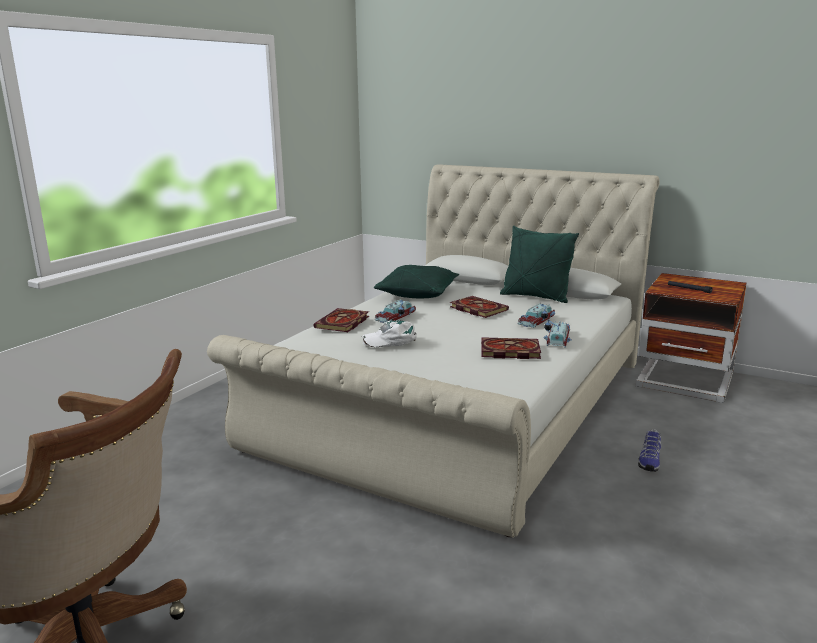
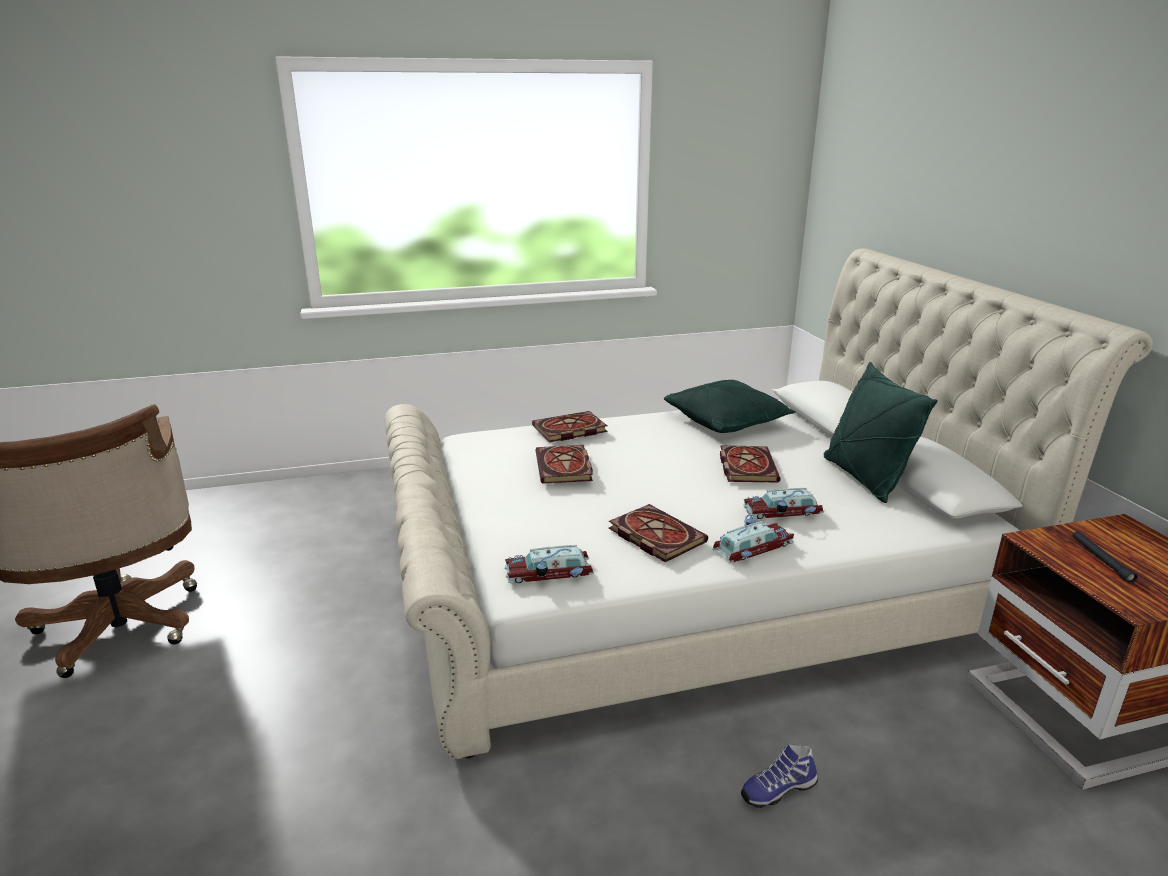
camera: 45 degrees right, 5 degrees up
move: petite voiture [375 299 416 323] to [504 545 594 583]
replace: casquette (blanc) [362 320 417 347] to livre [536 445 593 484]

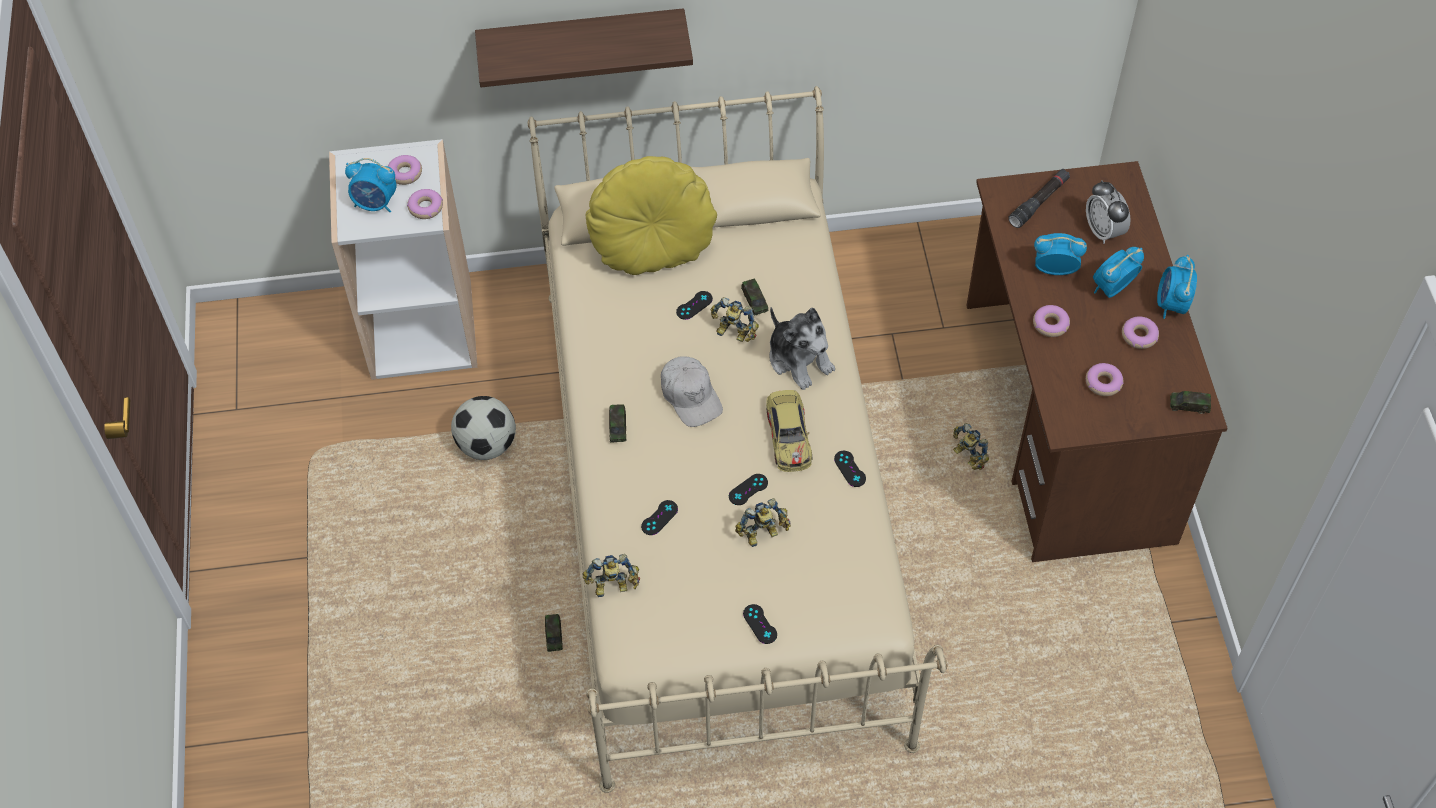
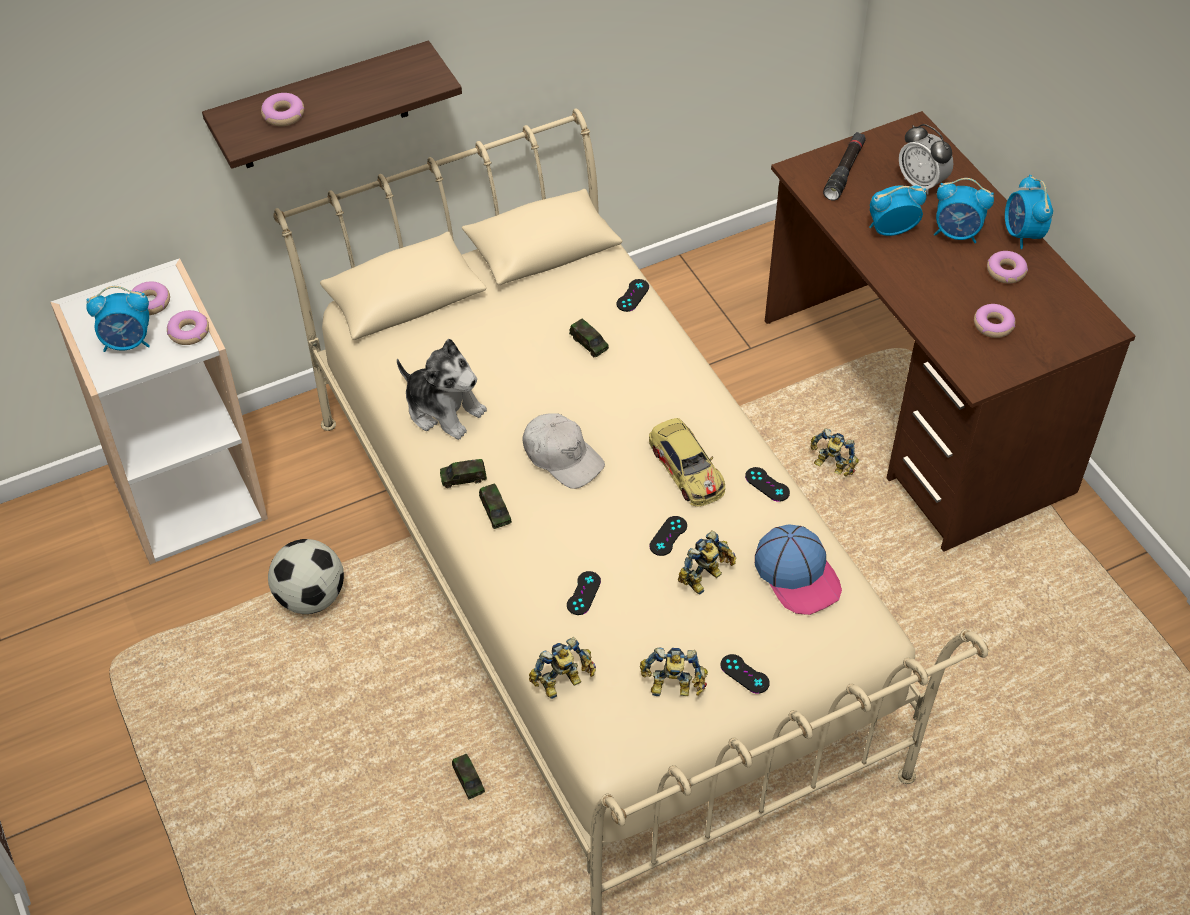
camera: 20 degrees left, 5 degrees down
delete: coussin (jaune) [586 156 717 275]
insert: casquette [755 524 842 615]
move: beignet [1033 305 1070 337] to [261 93 304 126]; peluche [769 307 835 390] to [397 339 487 440]; petite voiture [1170 391 1211 414] to [440 459 487 488]; manette (noir) [676 291 713 320] to [617 279 649 312]; robot jouet [711 297 759 342] to [640 648 708 696]
rotate: réveil [1093 247 1144 298] = [934 178 994 244] 105 degrees counterclockwise

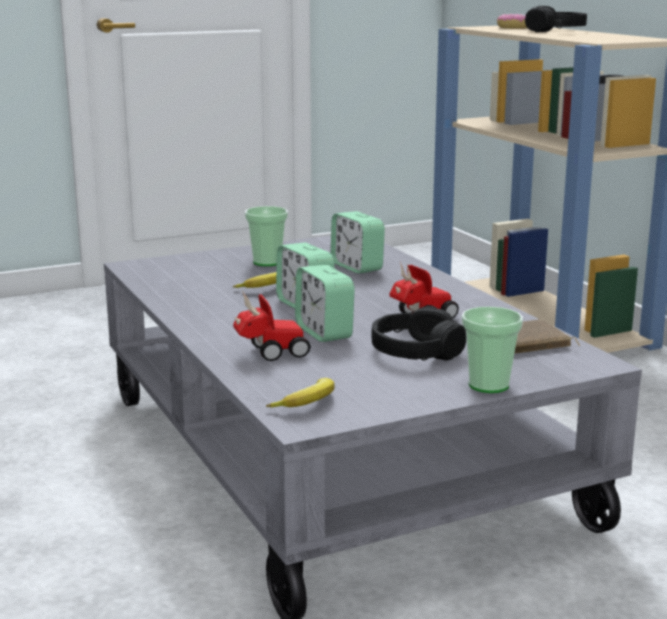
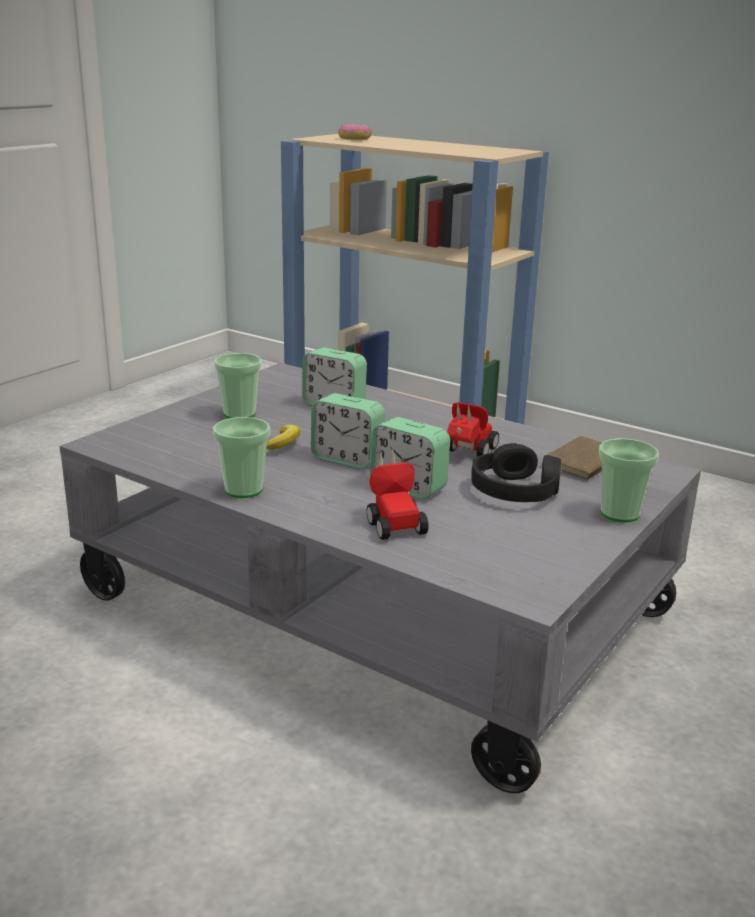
camera: 30 degrees left, 5 degrees up
delete: banane [266 378 335 407]; casque audio (noir) [525 6 587 32]
insert: tasse [213 417 270 498]
rotate: petite voiture [233 290 311 361] = [367 447 429 540] 120 degrees clockwise

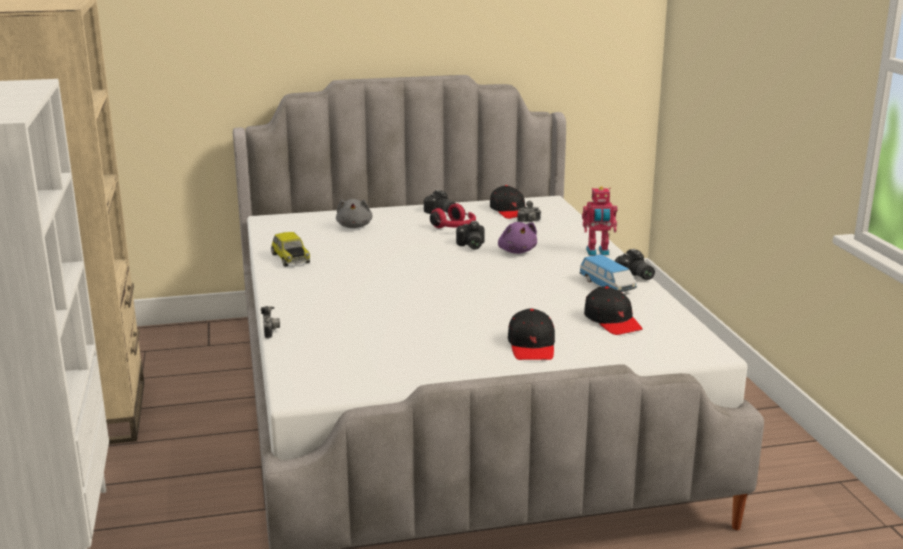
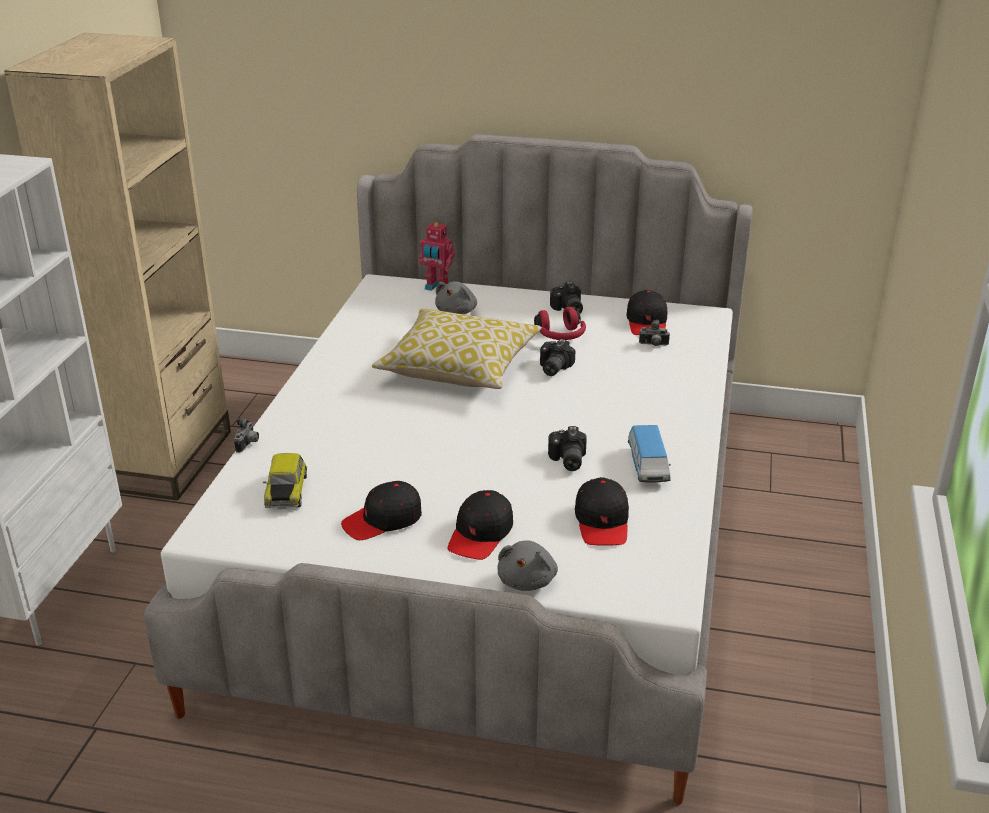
camera: 25 degrees right, 10 degrees up
delete: peluche (violet) [498 222 537 254]
insert: casquette (noir) [341 481 422 540]; coussin [372 308 542 389]; peluche (gris) [497 540 558 591]
move: petite voiture [271 232 310 267] to [263 453 307 509]; robot jouet [582 186 617 255] to [418 222 455 291]; appareil photo [615 249 655 280] to [548 426 587 471]

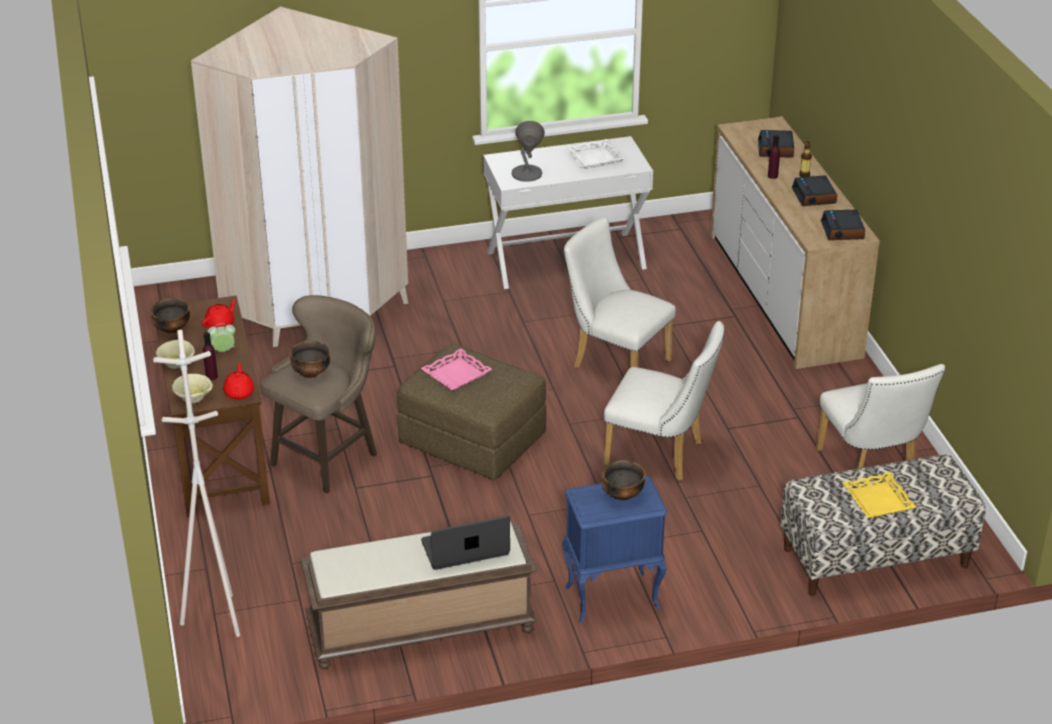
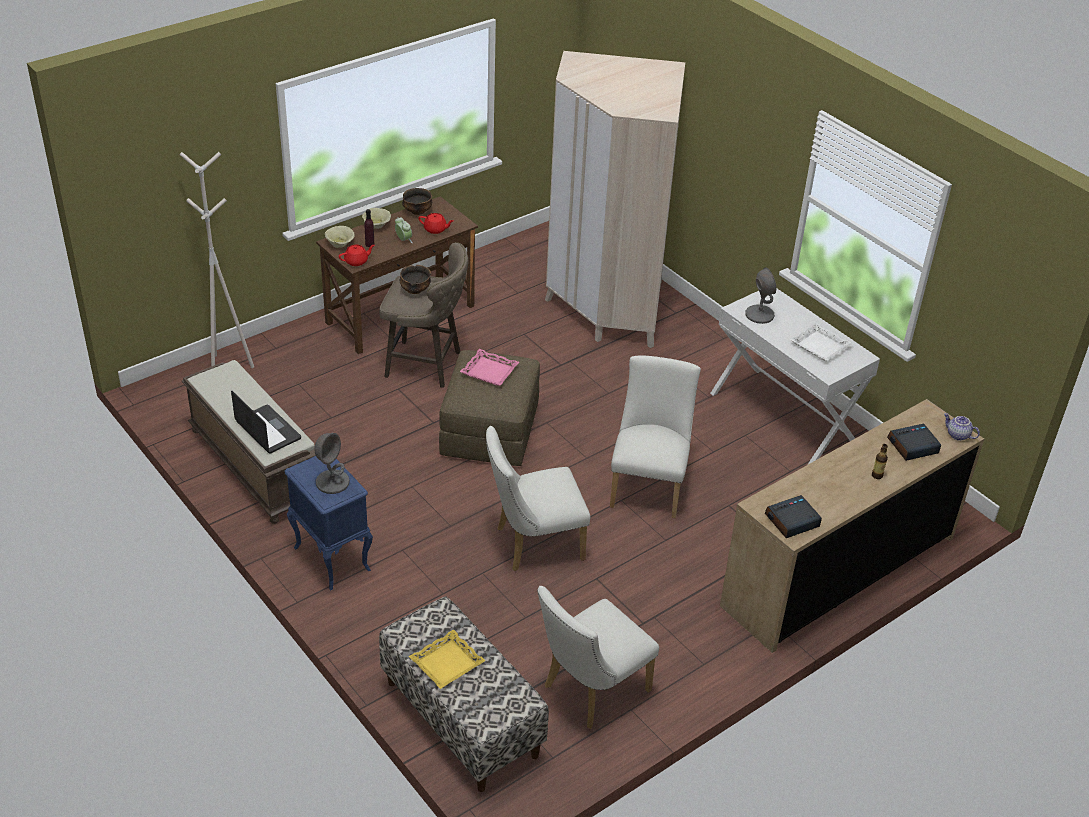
camera: 65 degrees right, 5 degrees up
delete: bouteille (violet) [768 135 780 179]; réveil [792 175 837 206]
insert: théière [944 413 980 441]
replace: bol [602 460 646 501] to lampe de table (gris) [314 433 350 494]
rotate: chaise (blanc) [604 321 724 481] = [486 426 591 571] 75 degrees clockwise

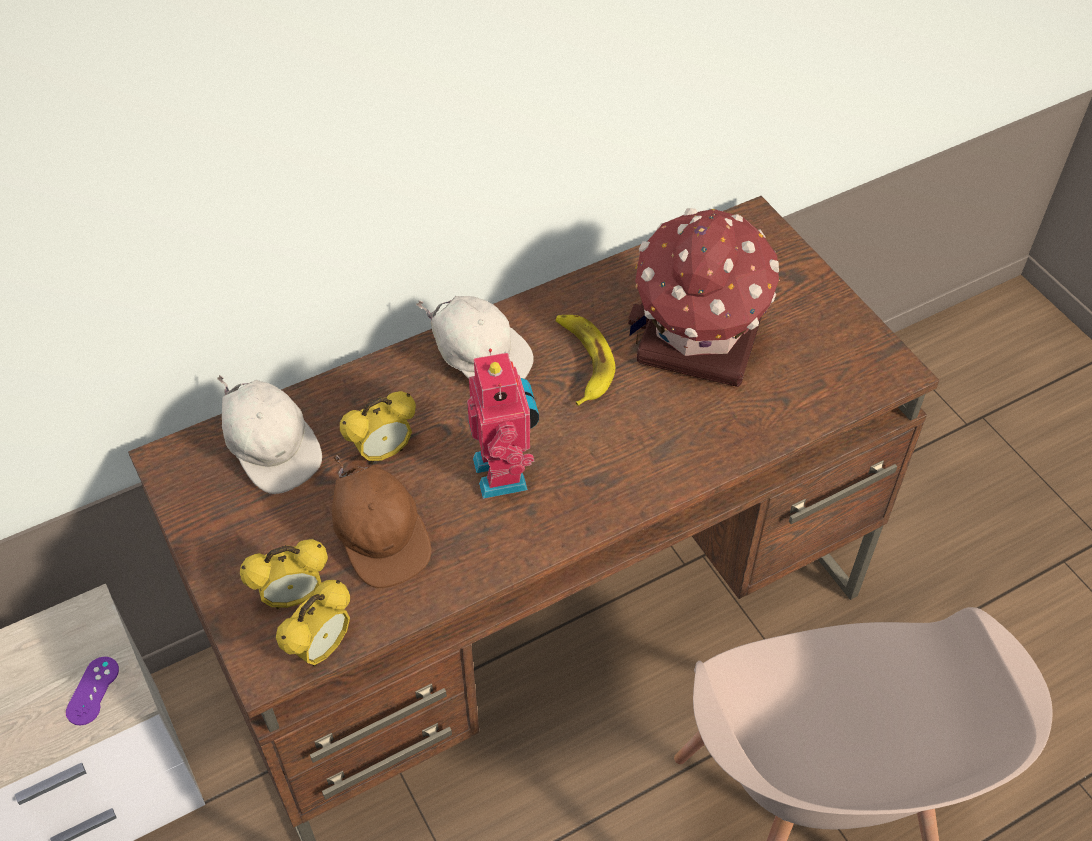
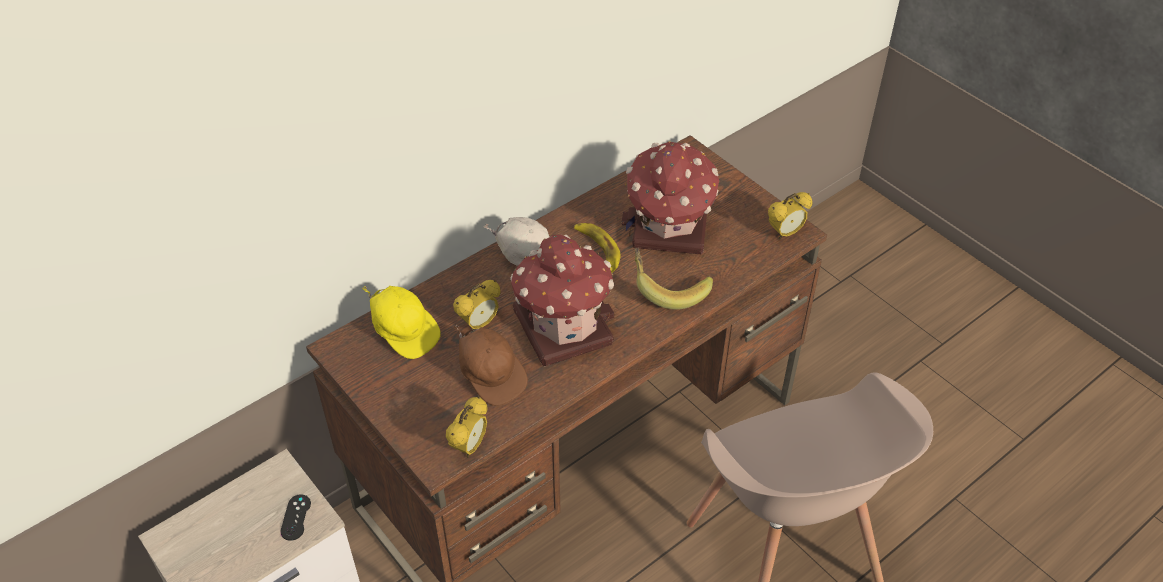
camera: 10 degrees left, 5 degrees down
insert: banane [635 248 713 309]
move: réveil [240 539 328 609] to [768 192 812 240]
replace: robot jouet [467 349 539 499] to maison miniature [510 235 614 367]
recolor: manette (violet) [66 657 119 725] to manette (noir) [280 494 311 541]; casquette (blanc) [217 375 322 494] to casquette (jaune) [362 286 441 359]

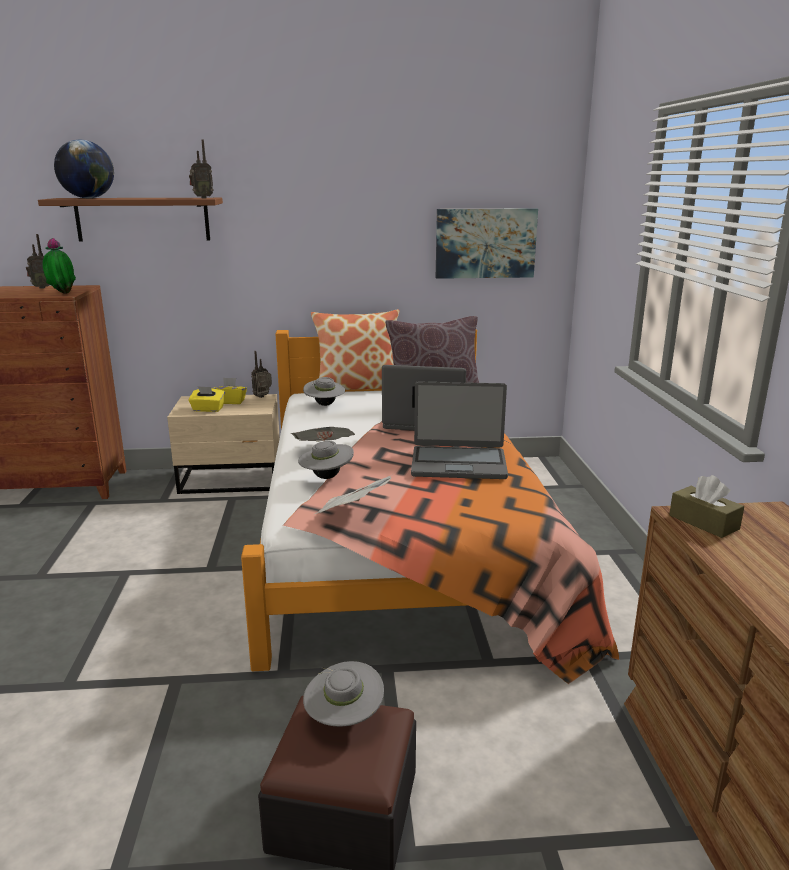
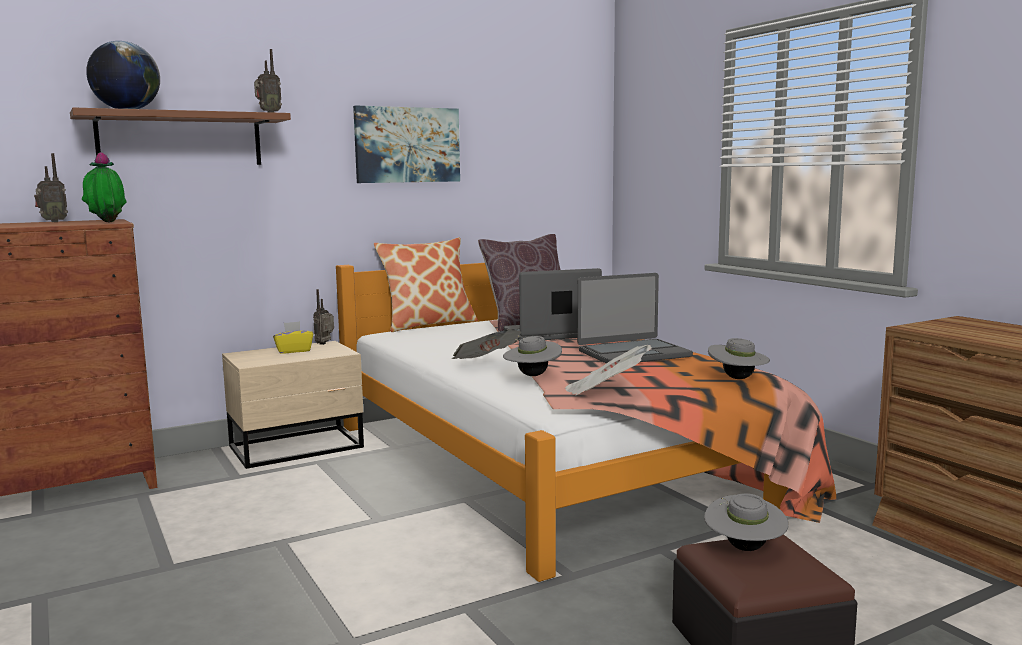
camera: 25 degrees left, 10 degrees down
delete: boîte à mouchoirs (jaune) [188 386 225 412]; boîte à mouchoirs (marron) [669 475 744 538]
move: tableau [436 208 538 279] to [353 106 460 183]; chapeau (gris) [303 377 345 406] to [708 338 770 379]

